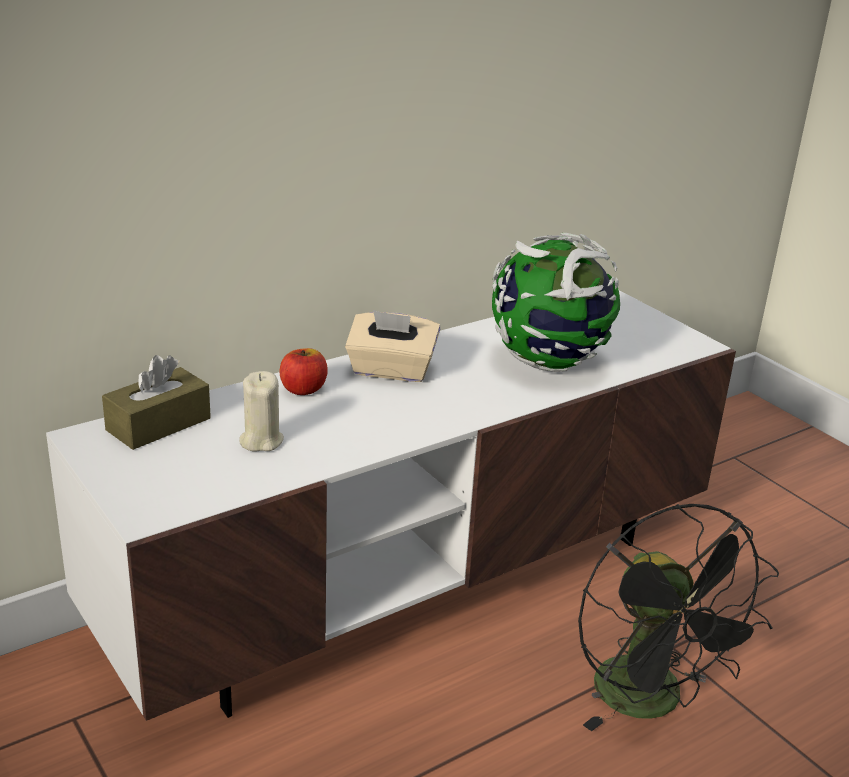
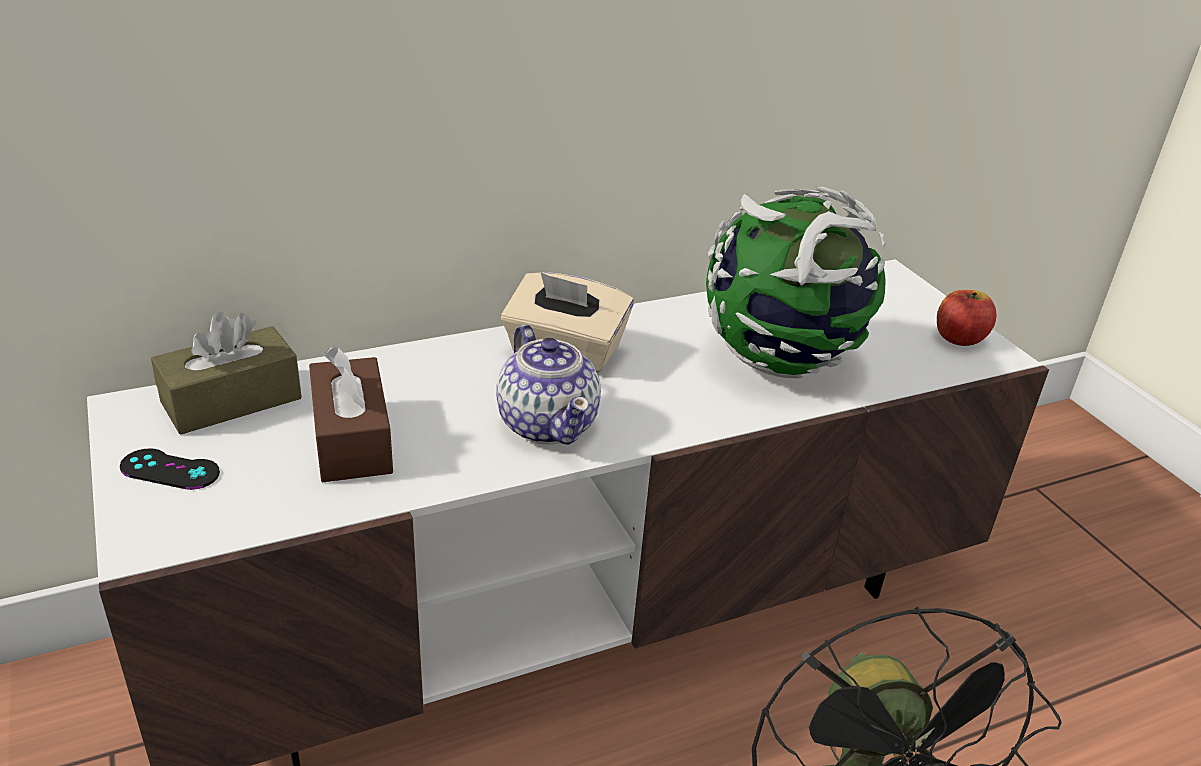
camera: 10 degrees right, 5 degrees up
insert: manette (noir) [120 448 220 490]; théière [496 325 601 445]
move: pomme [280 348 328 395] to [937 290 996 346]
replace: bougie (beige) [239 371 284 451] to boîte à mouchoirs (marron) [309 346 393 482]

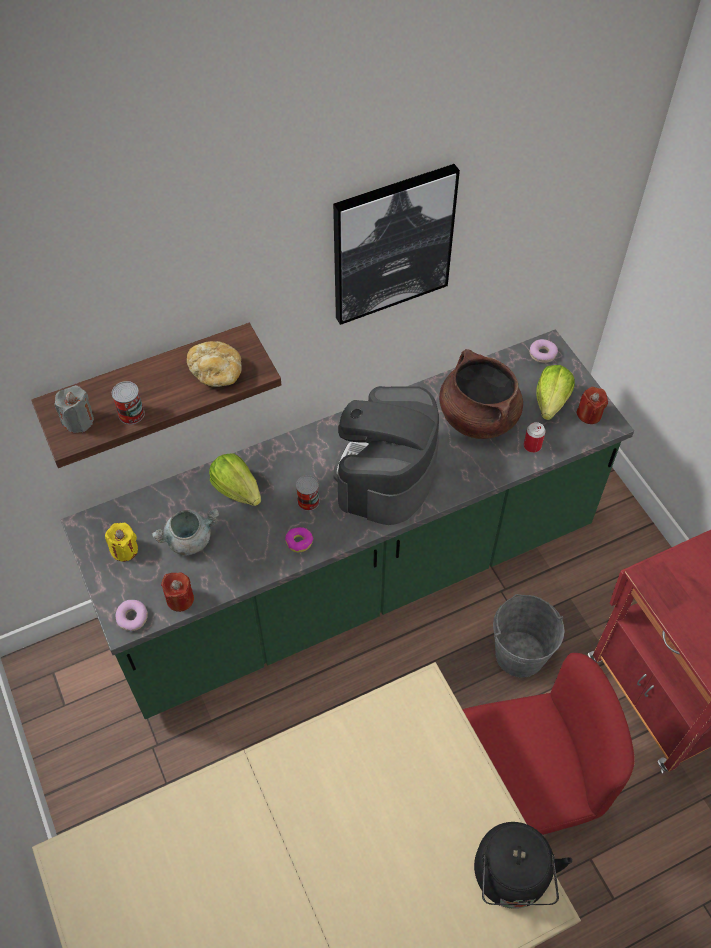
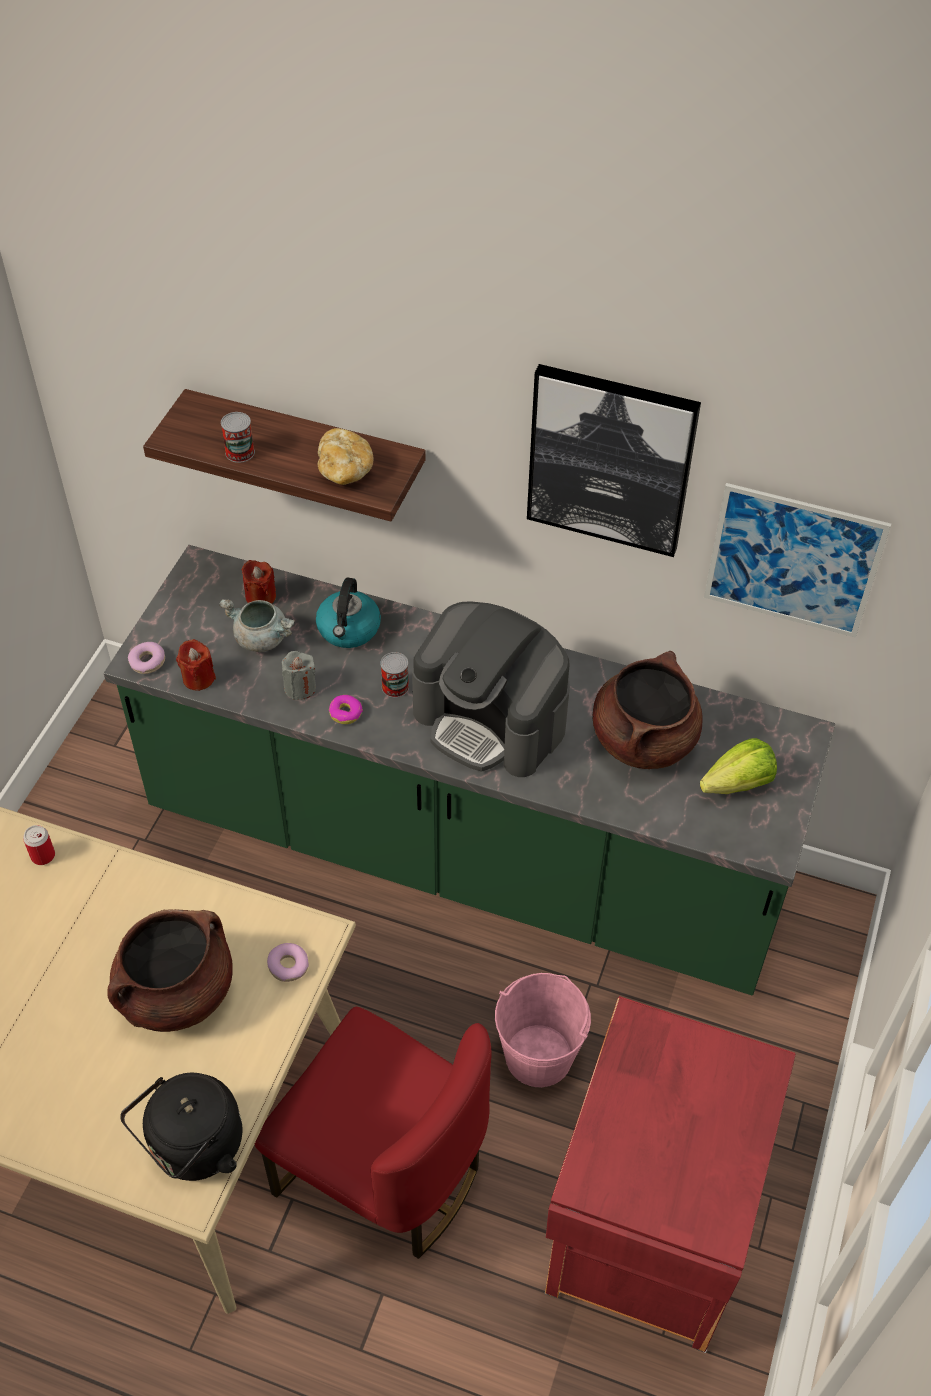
camera: 45 degrees right, 5 degrees down
delete: bougie (jaune) [105 523 138 562]
insert: marmite (marron) [108 909 233 1032]; tableau [704 483 891 638]
move: boîte métallique [524 422 546 453] to [23 825 55 865]; bougie (rouge) [576 387 608 424] to [242 560 276 604]; beignet [530 339 558 363] to [267 943 309 982]; bougie (gris) [55 385 94 433] to [282 651 316 700]
replace: laitue [209 453 261 506] to bouilloire [316 578 381 648]
recolor: seau (gris) [493 594 564 678] to seau (rose) [495 973 591 1087]
rotate: machine à café [333 386 439 525] = [412 601 570 777] 120 degrees counterclockwise

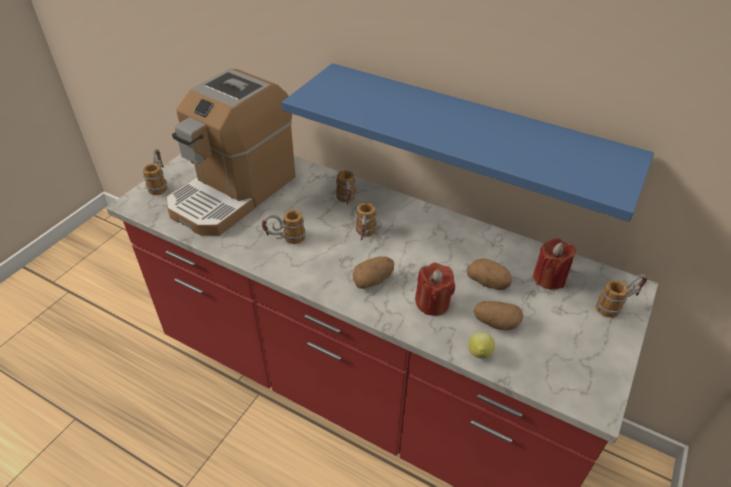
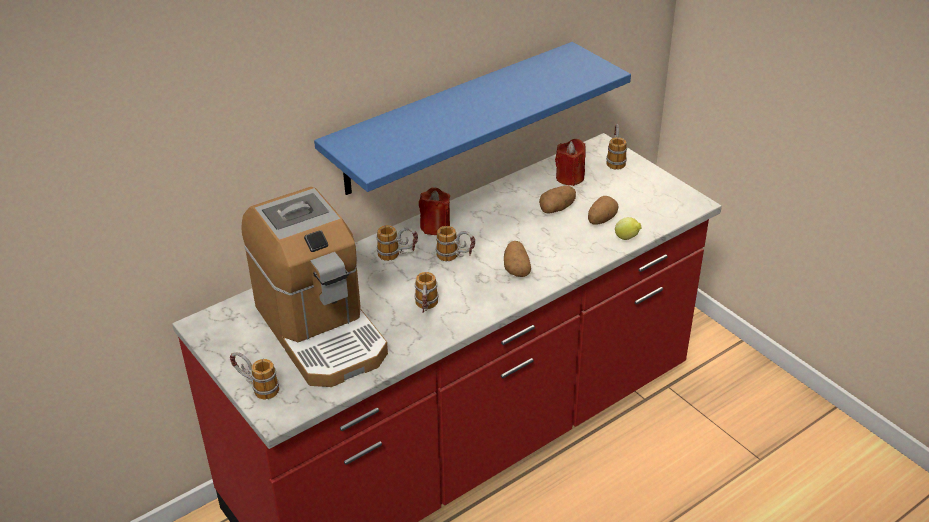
camera: 65 degrees left, 5 degrees down
move: bougie (rouge) [415 263 455 316] to [419 187 450 235]

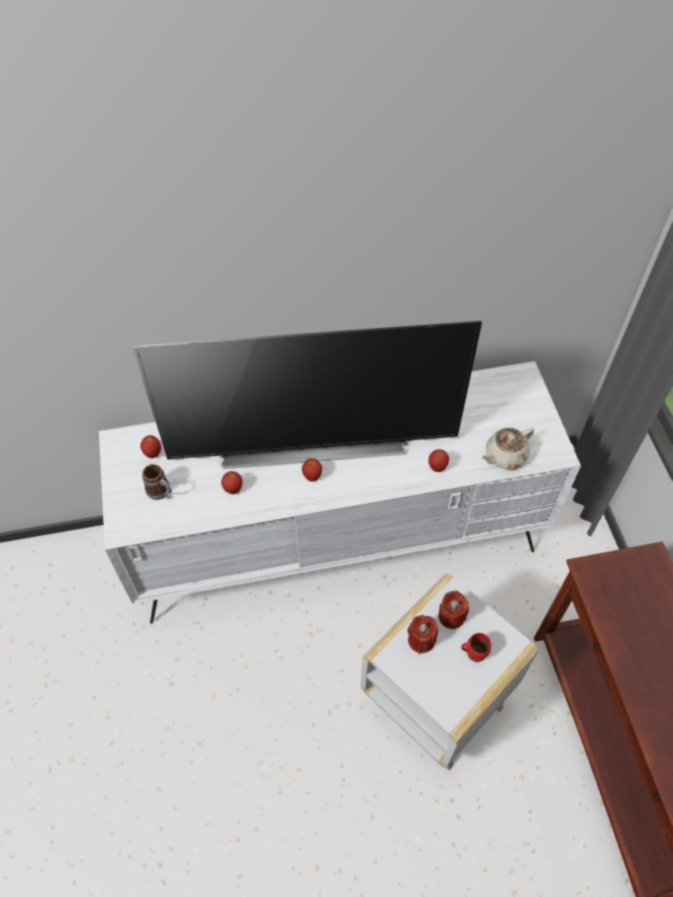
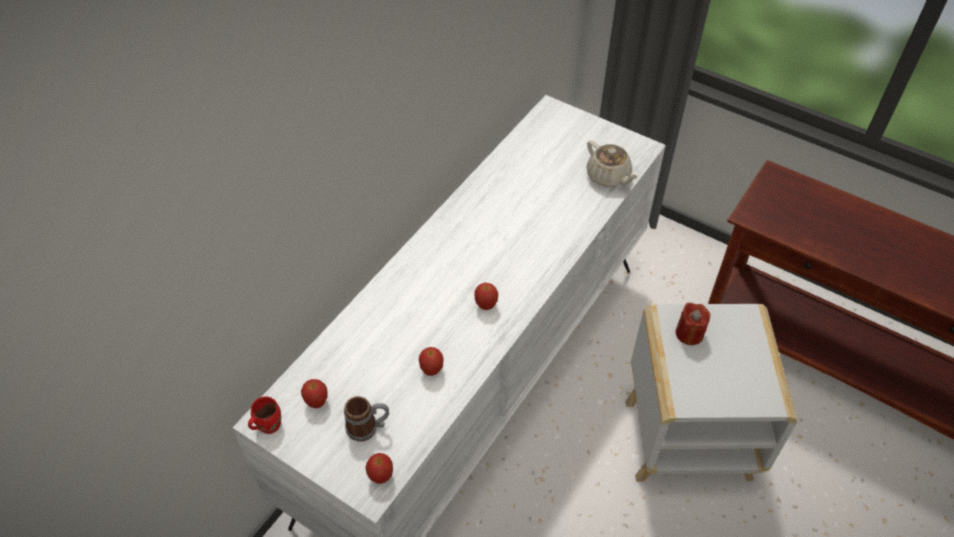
camera: 45 degrees left, 5 degrees down
delete: téléviseur [133 321 482 469]; bougie (rouge) [407 615 438 654]
move: mug (rouge) [461 633 491 662] to [248 396 281 434]; pomme [428 449 449 472] to [366 453 393 484]
rotate: théière (beige) [482 427 535 470] = [586 140 638 187] 45 degrees counterclockwise

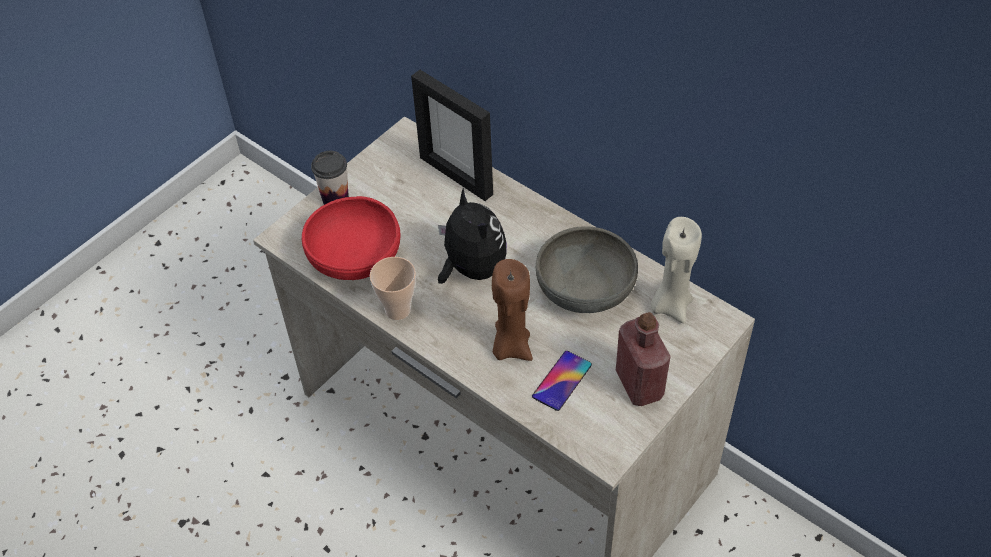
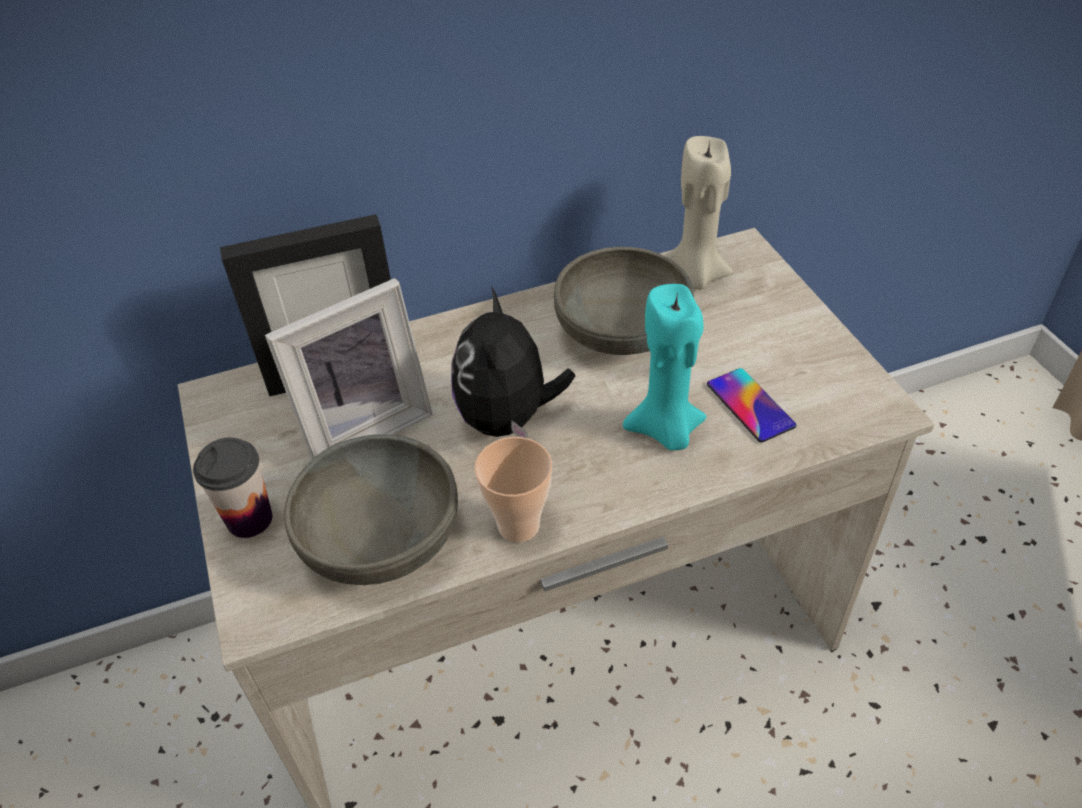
camera: 60 degrees left, 5 degrees down
delete: bouteille (rouge) [616 312 671 406]
insert: cadre photo [265 278 432 460]
recolor: bol (rouge) [302 196 400 280] to bol (gris) [284 435 458 585]; bougie (marron) [492 259 533 361] to bougie (turquoise) [623 284 707 450]
rotate: peluche [438 188 507 284] = [451 286 575 438] 90 degrees counterclockwise

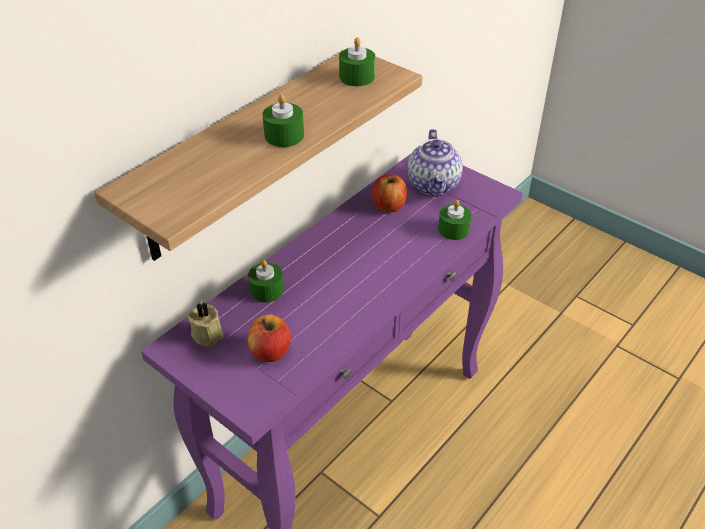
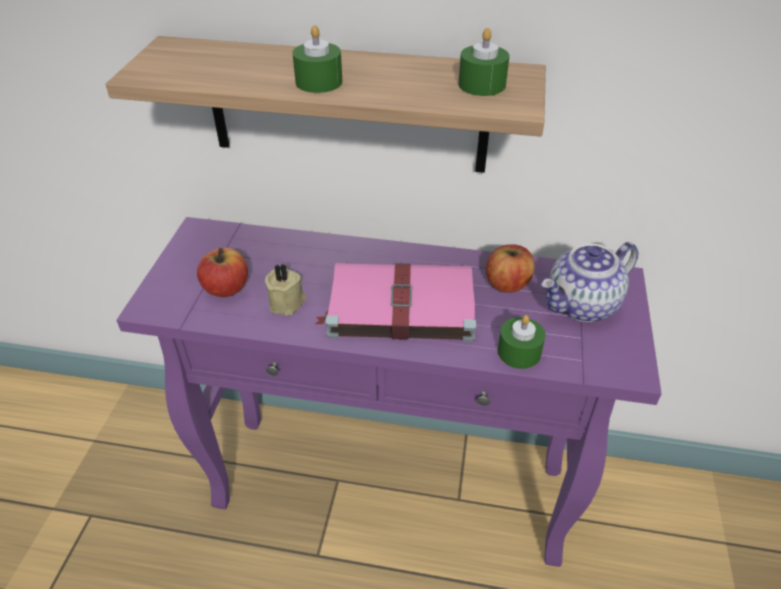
camera: 60 degrees right, 0 degrees up
delete: bougie (vert) [248 260 284 303]
insert: livre (rose) [315 263 477 342]
move: bougie (beige) [187 302 224 347] to [265 263 307 316]

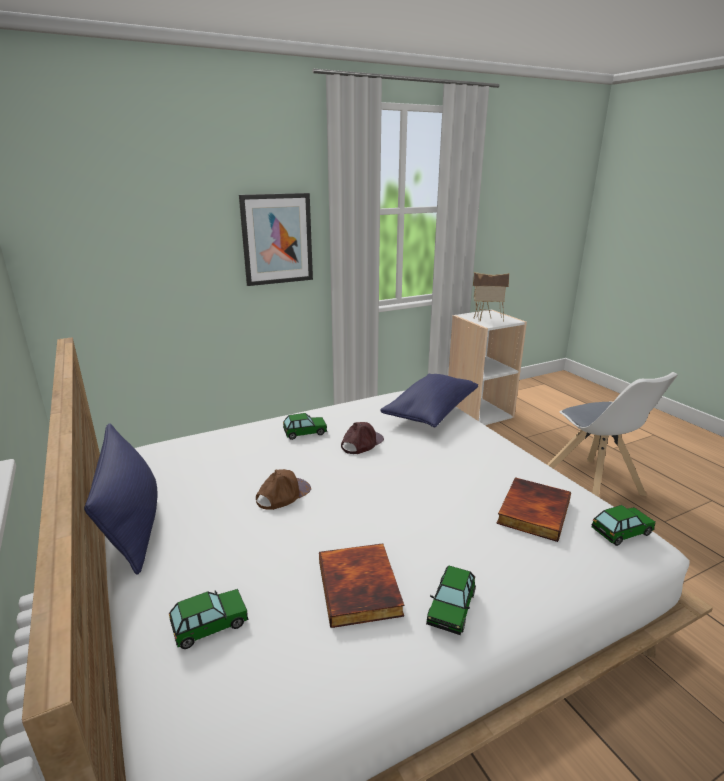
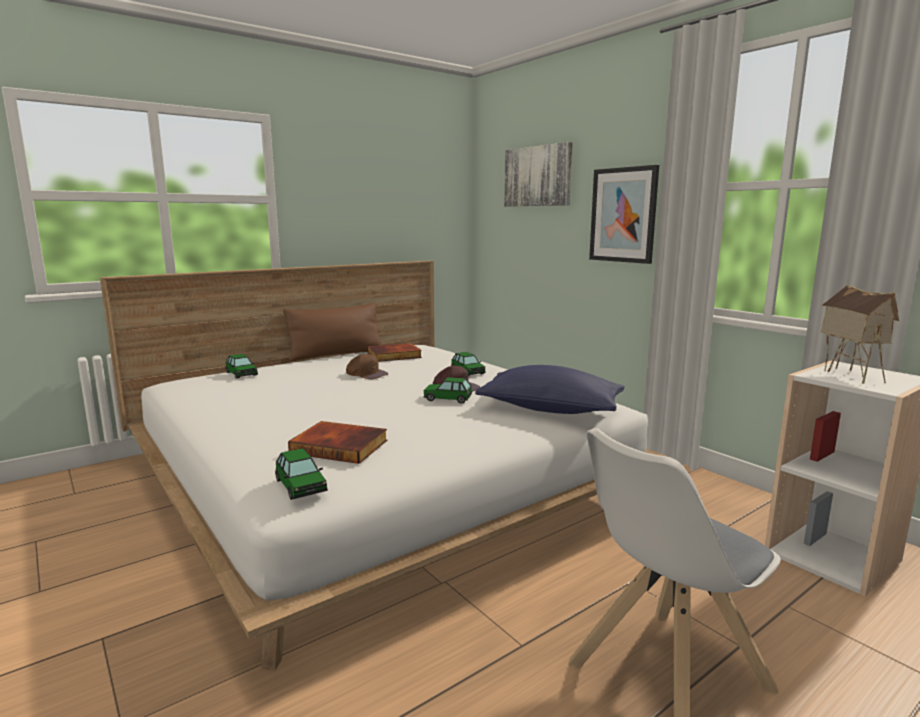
camera: 80 degrees right, 10 degrees down
insert: tableau [504 142 573 207]
move: livre [319 543 404 628] to [367 343 422 362]; petite voiture [426 565 476 635] to [423 377 472 404]
recolor: coussin (bleu) [84 423 158 574] to coussin (marron) [283 302 383 361]

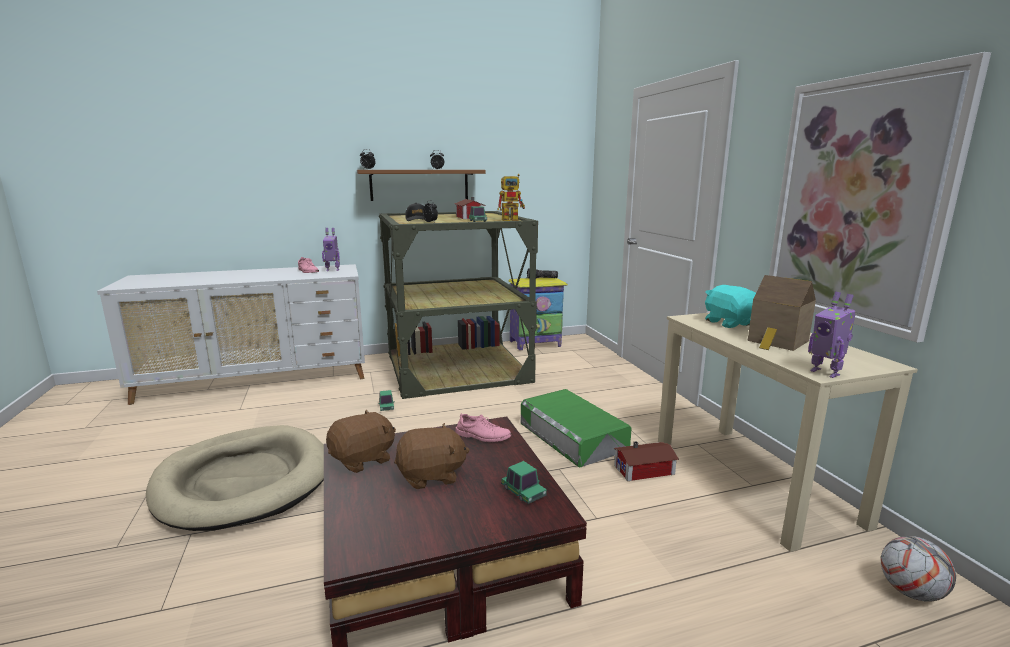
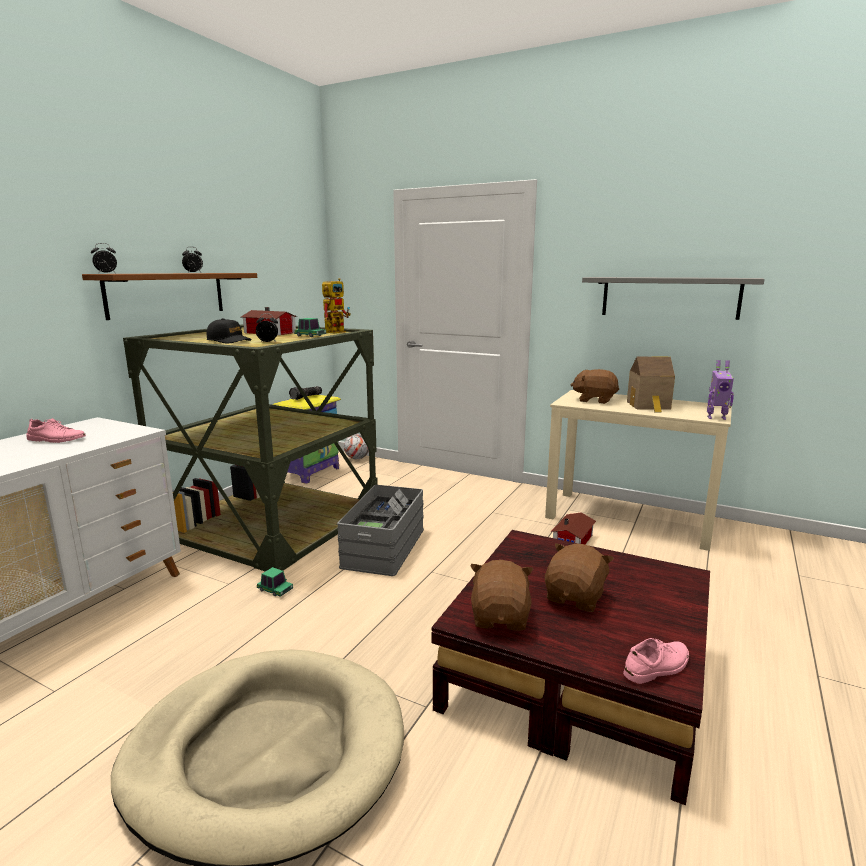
camera: 45 degrees left, 0 degrees up
delete: robot jouet [322 228 340 271]; petite voiture [501 461 547 504]; boîte de rangement (vert) [521 389 631 467]
insert: boîte de rangement (gris) [337 485 424 576]
move: ballon de foot [881 536 956 602] to [344 434 369 459]; chaussure (rose) [455 413 511 442] to [623 638 689 684]
replace: tableau [769 52 991 343] to étagère (gris) [582 277 765 320]
recolor: peluche (turquoise) [705 285 756 328] to peluche (marron) [571 369 619 404]

